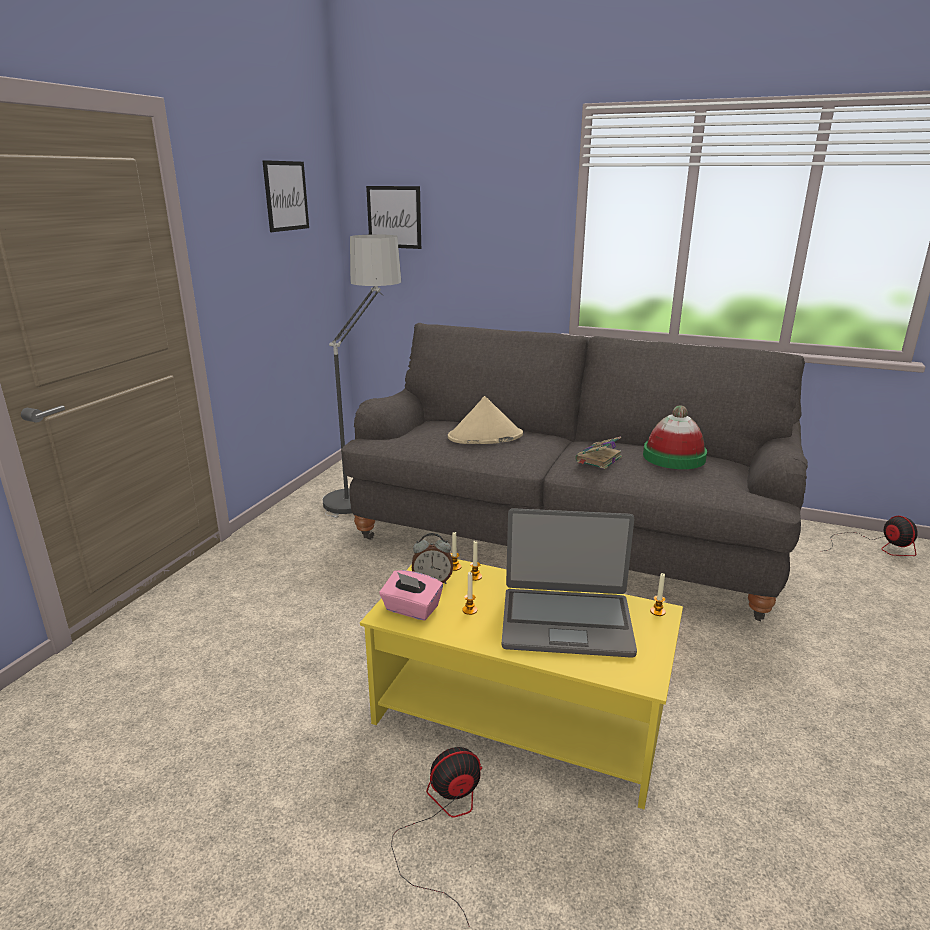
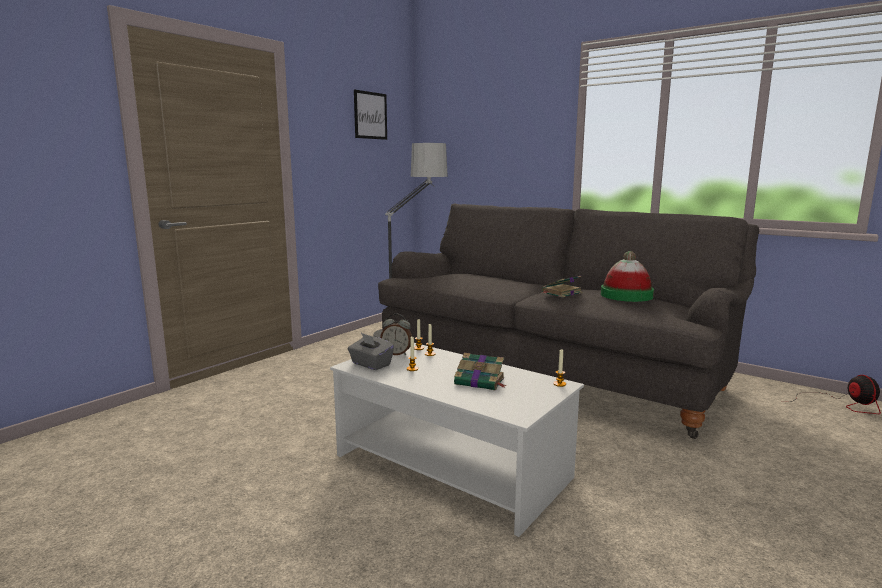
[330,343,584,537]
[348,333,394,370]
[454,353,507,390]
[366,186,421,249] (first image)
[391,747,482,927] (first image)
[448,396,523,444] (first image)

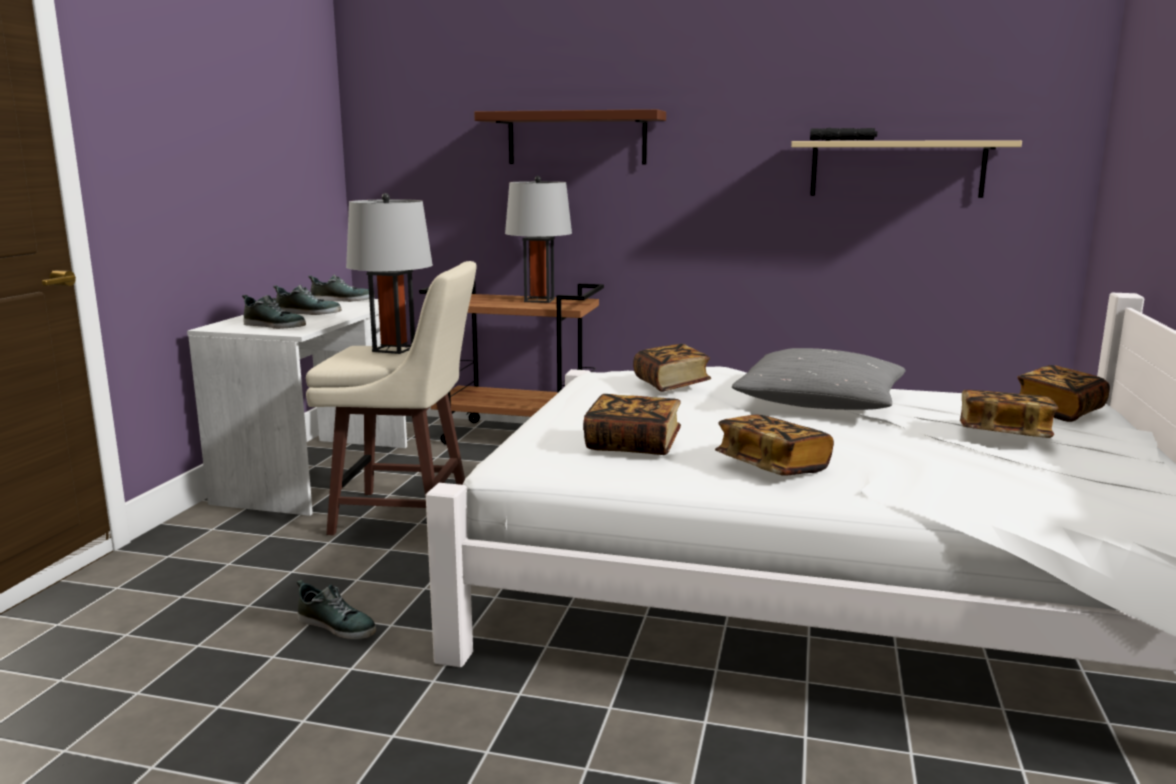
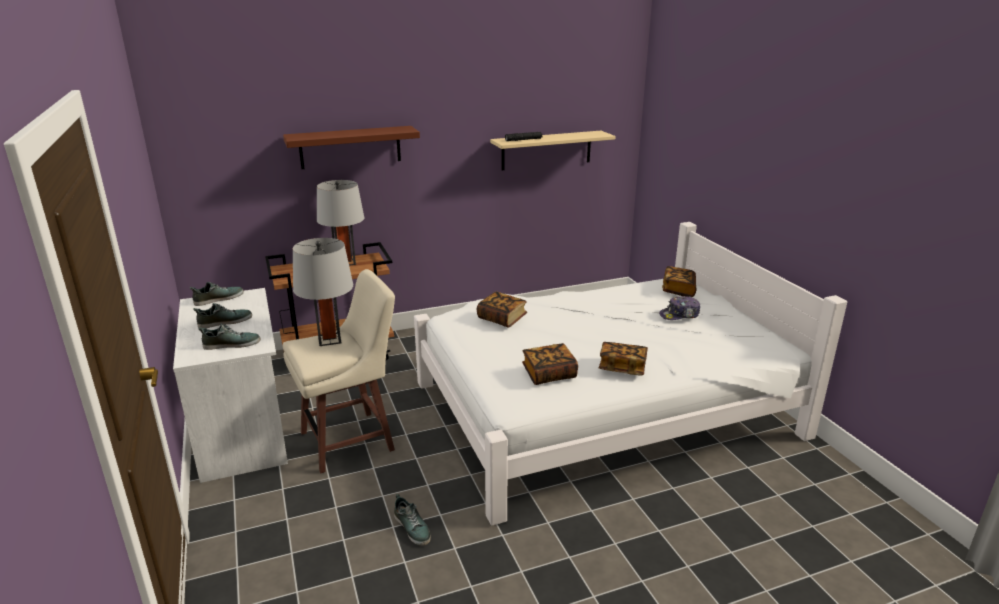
[394,494,431,546]
[659,296,700,320]
[732,348,906,410] (first image)

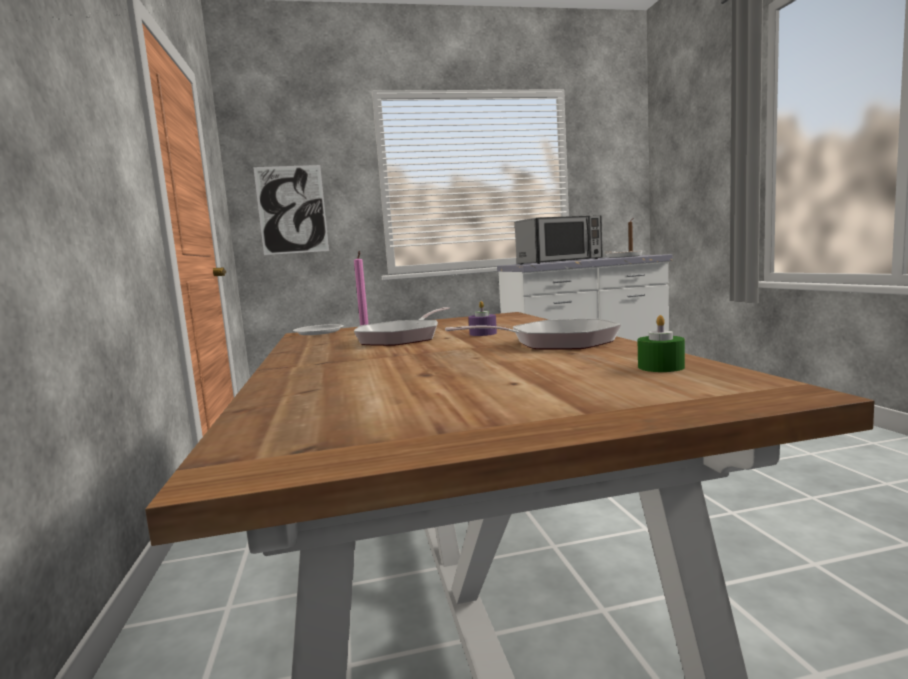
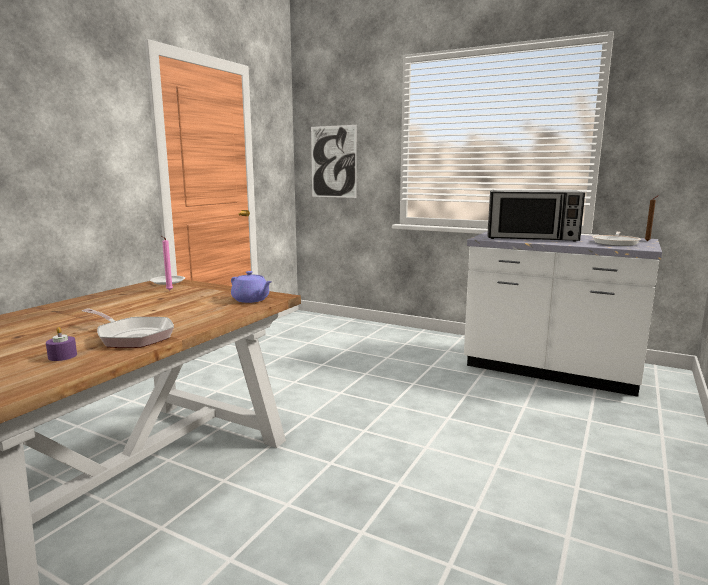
[46,327,77,361]
[231,271,272,303]
[354,307,450,346] (first image)
[637,315,685,372] (first image)

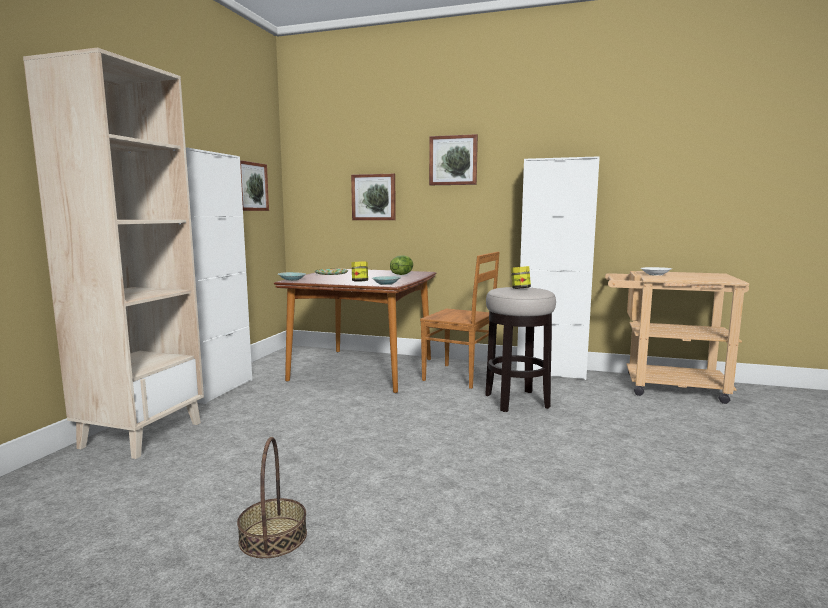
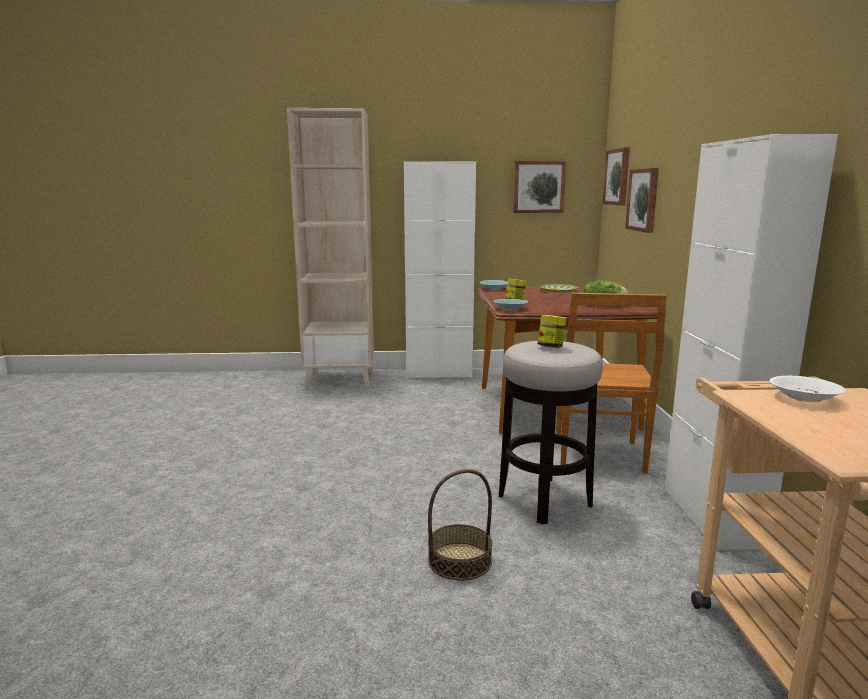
[428,469,493,581]
[602,147,630,206]

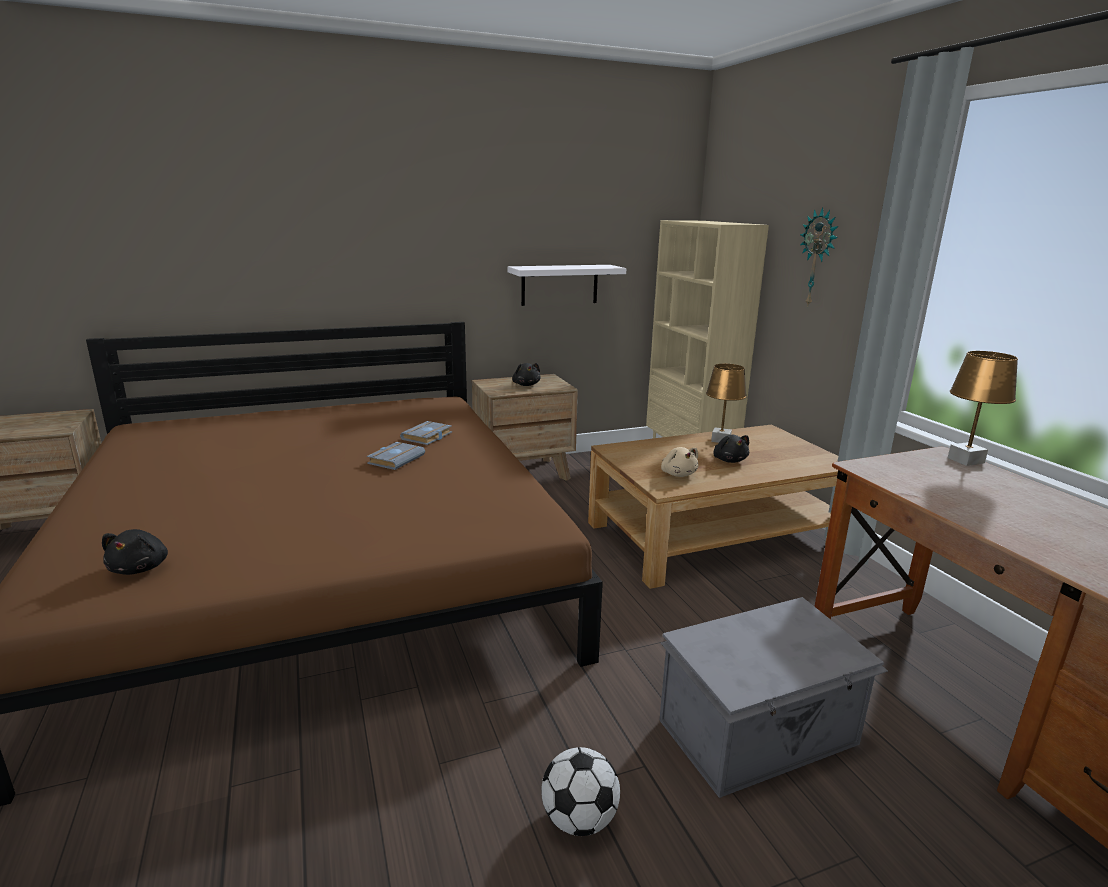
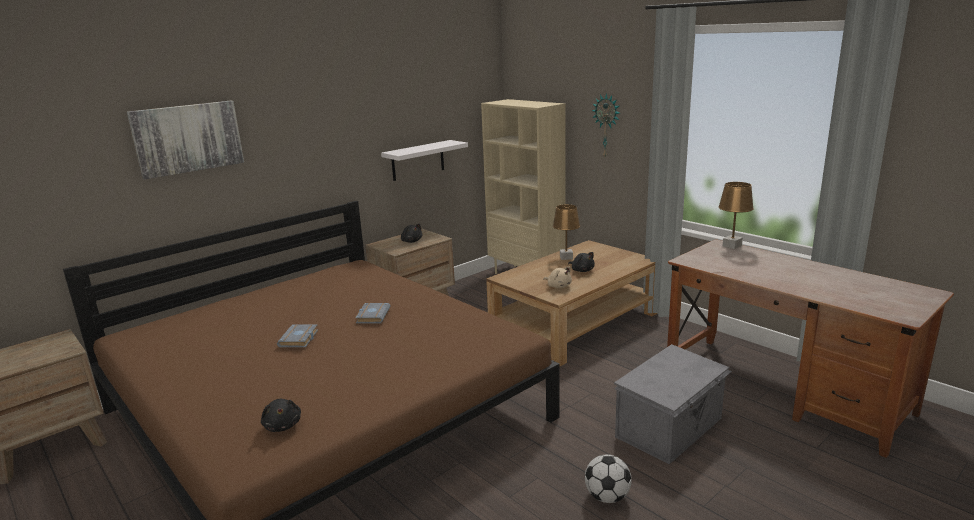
[127,101,244,180]
[277,324,318,348]

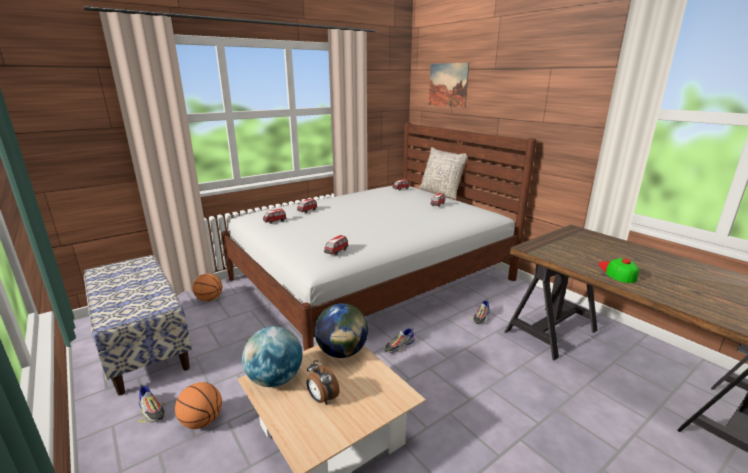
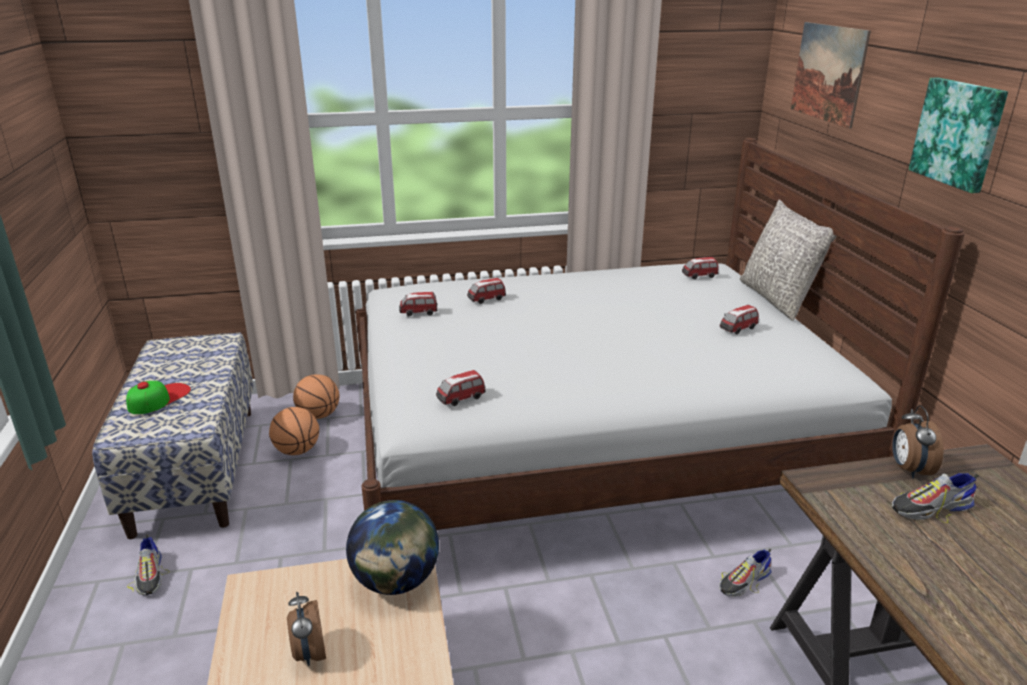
[126,381,191,414]
[269,407,319,455]
[892,405,944,478]
[892,473,979,523]
[909,78,1008,193]
[242,326,302,387] (first image)

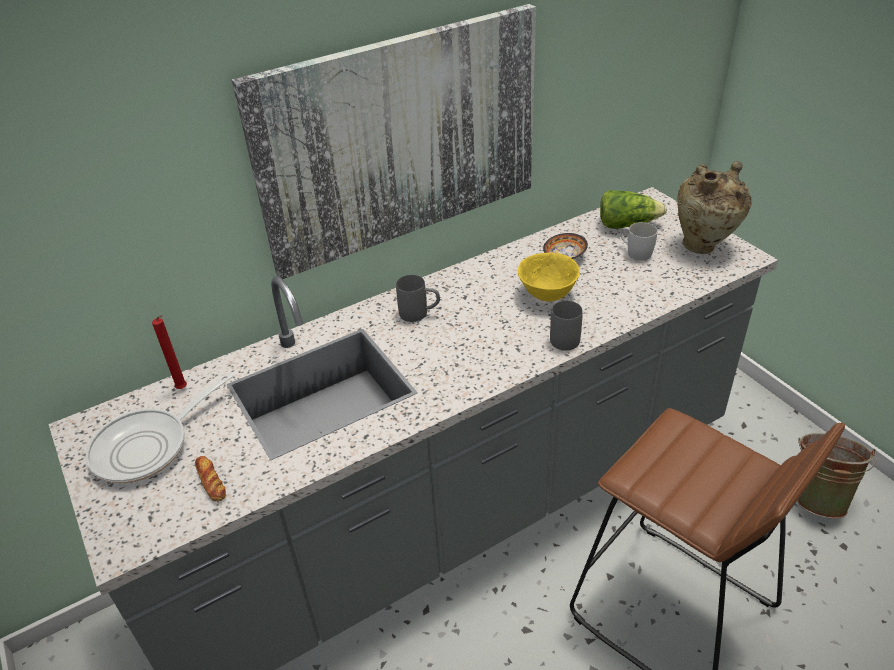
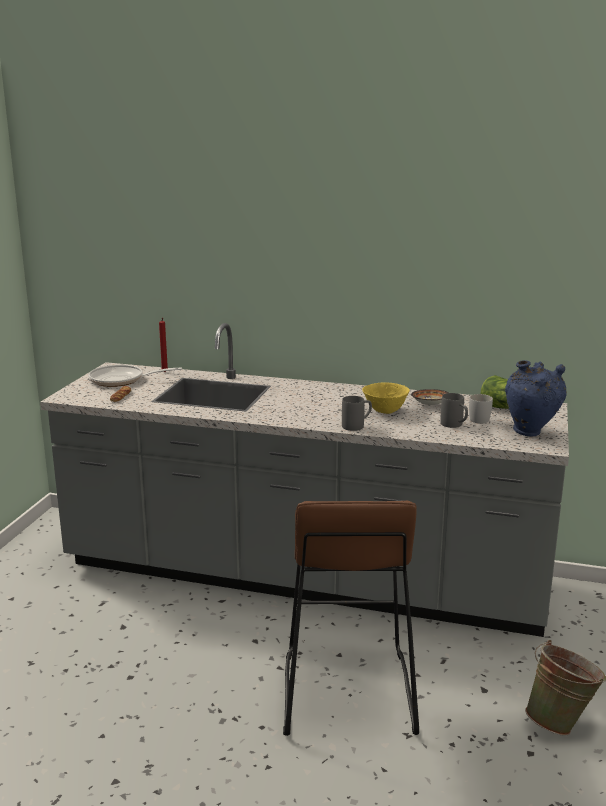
[440,393,468,428]
[505,360,567,437]
[232,4,536,279] (first image)

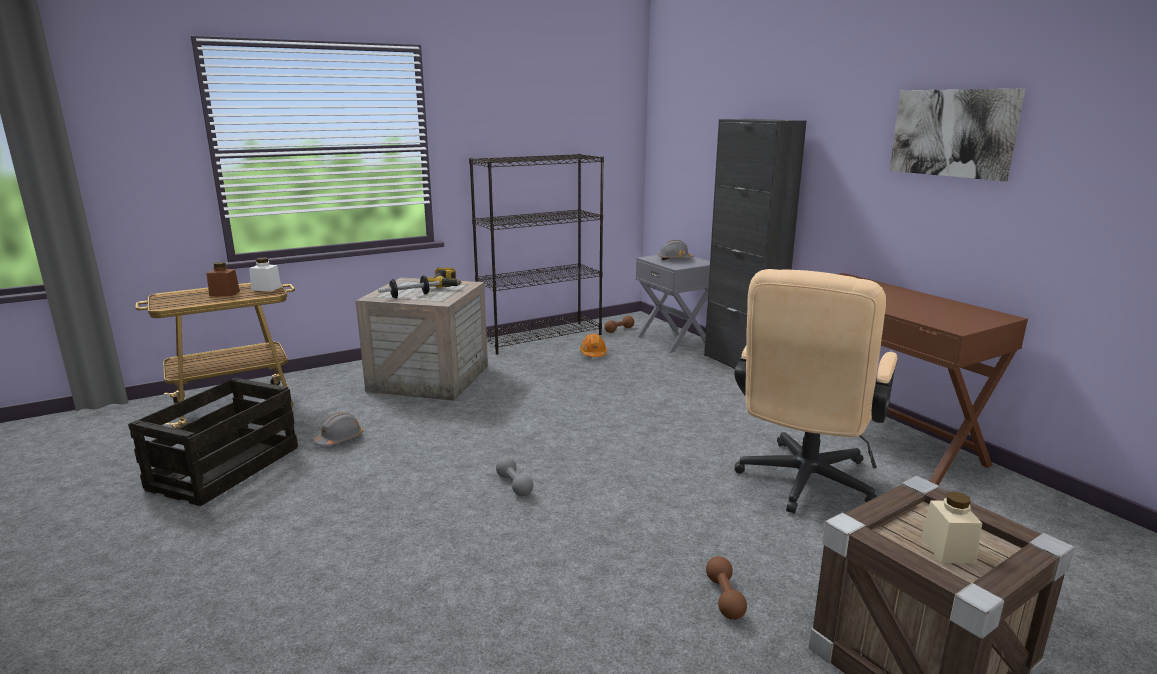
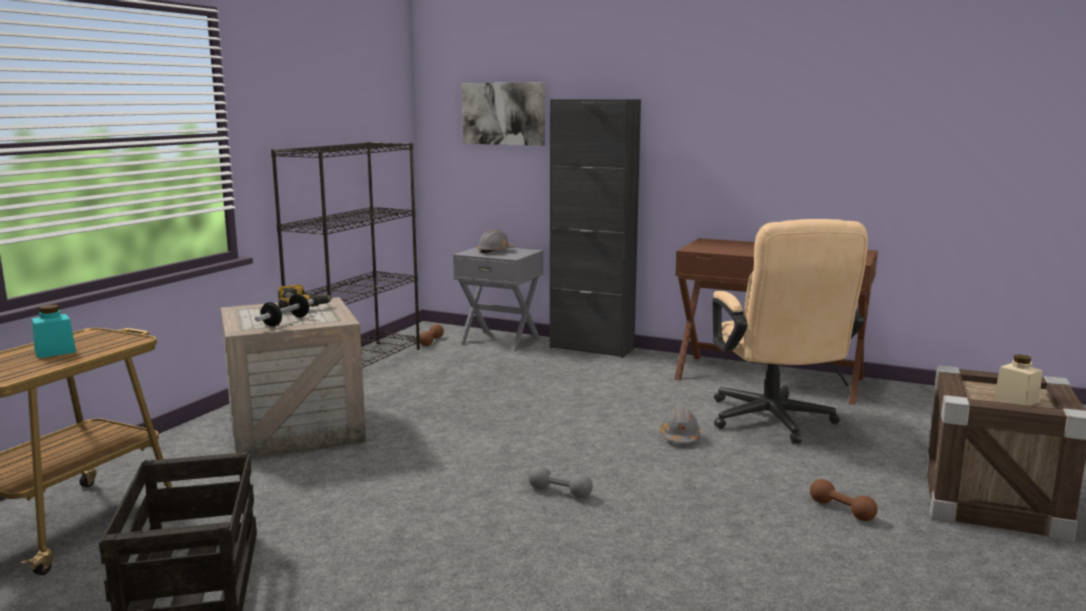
[32,305,76,358]
[462,83,545,146]
[660,407,701,443]
[249,257,281,292] (first image)
[580,333,607,357] (first image)

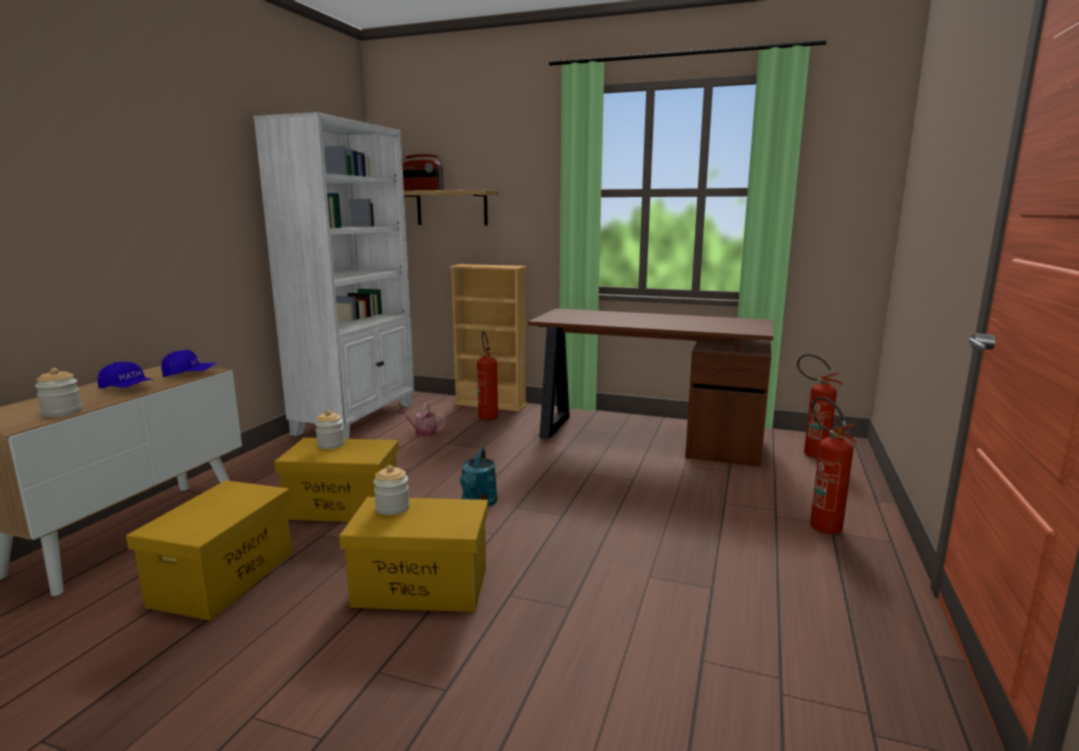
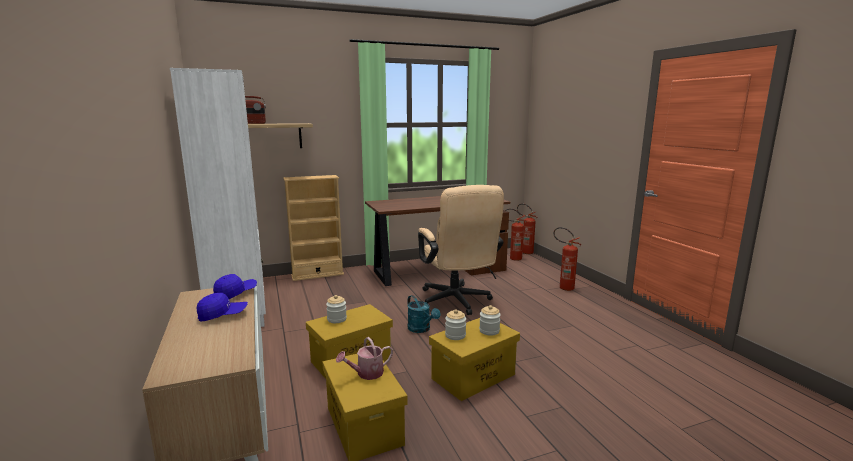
[336,337,393,380]
[418,185,504,315]
[479,305,501,336]
[517,204,538,254]

